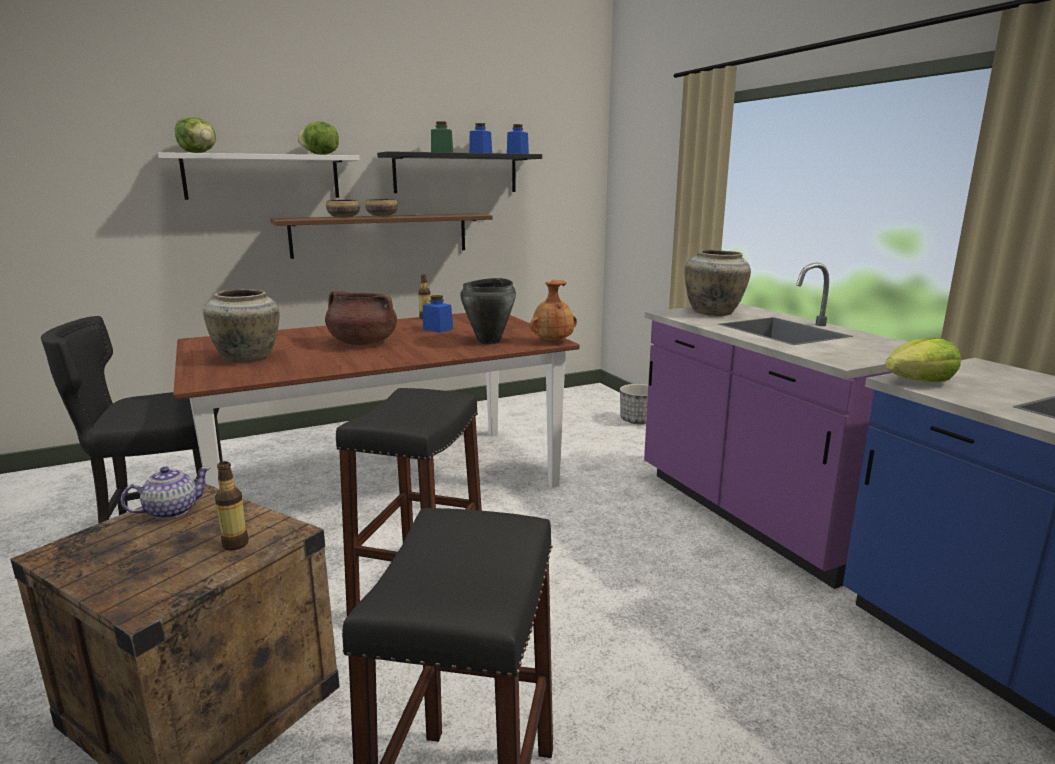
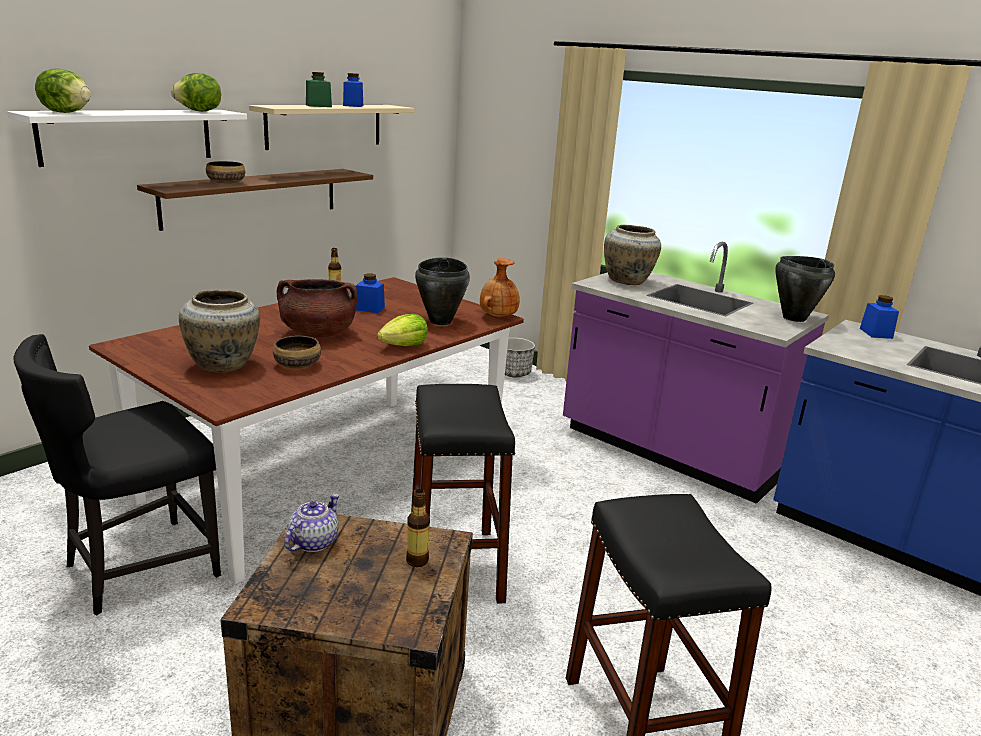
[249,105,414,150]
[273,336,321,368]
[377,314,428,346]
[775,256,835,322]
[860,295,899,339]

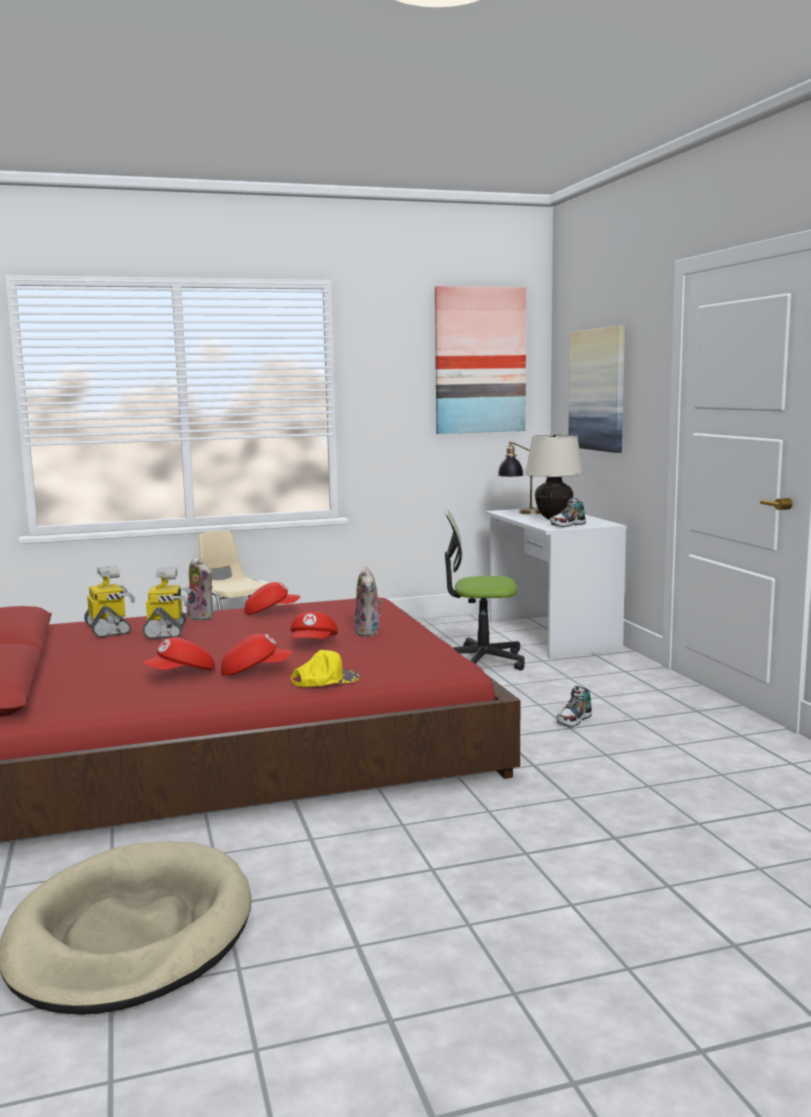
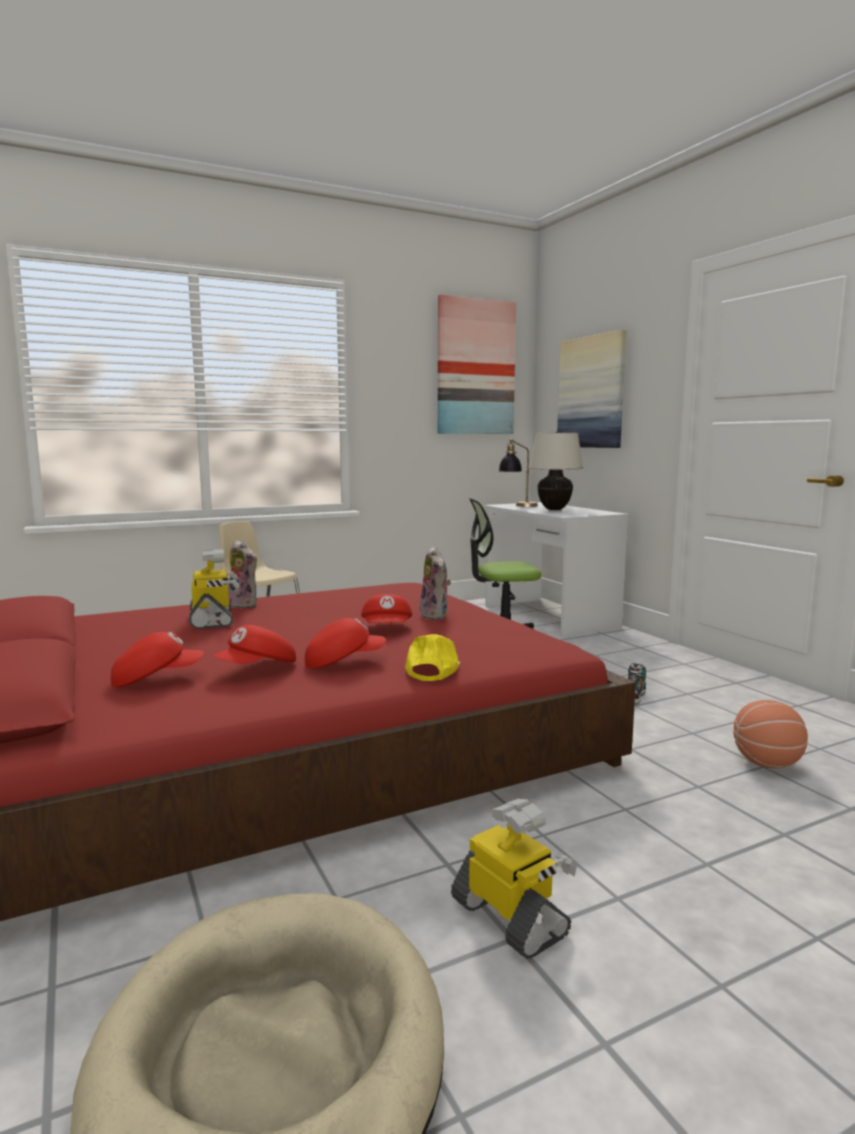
[111,632,204,687]
[405,634,460,681]
[451,799,577,959]
[733,700,808,769]
[550,497,586,527] (first image)

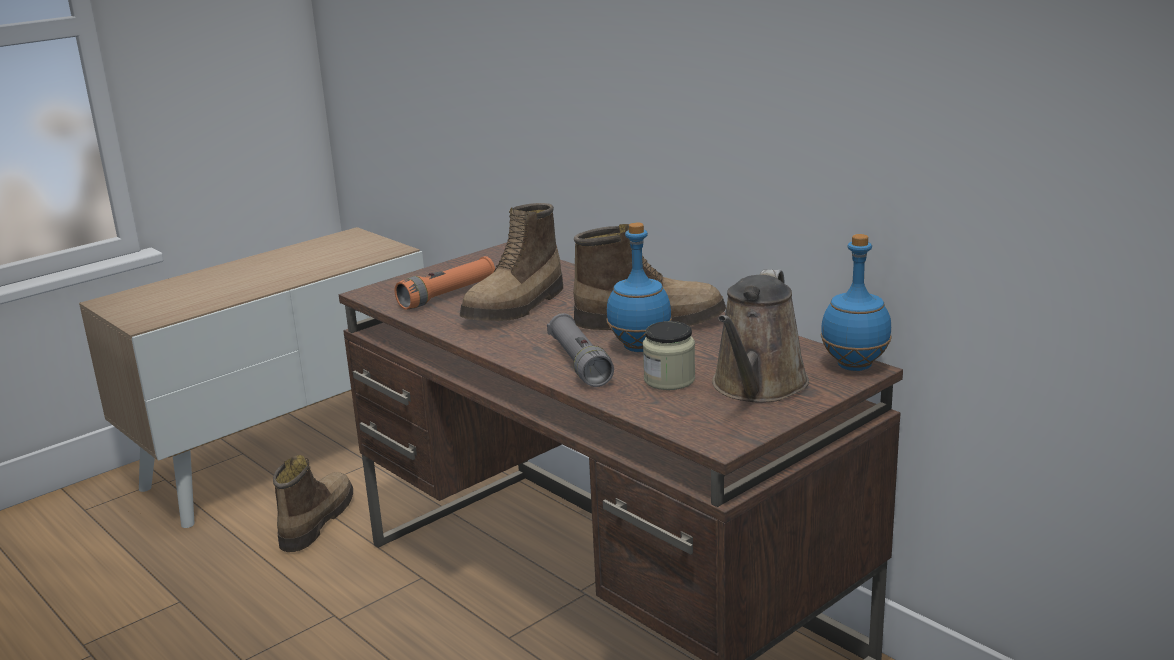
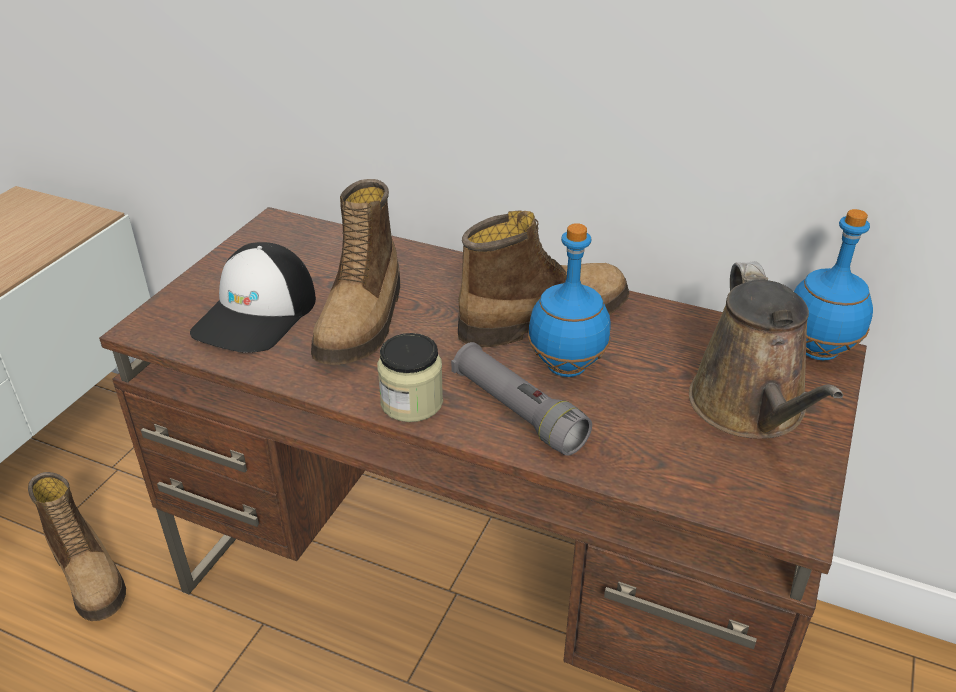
[28,472,126,621]
[190,242,316,353]
[377,333,443,422]

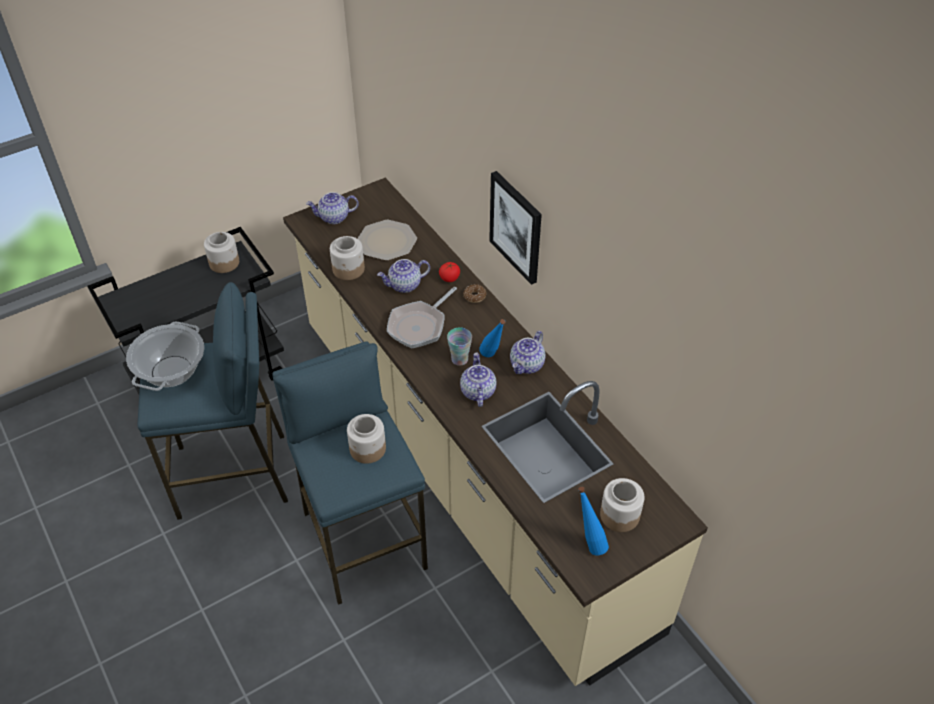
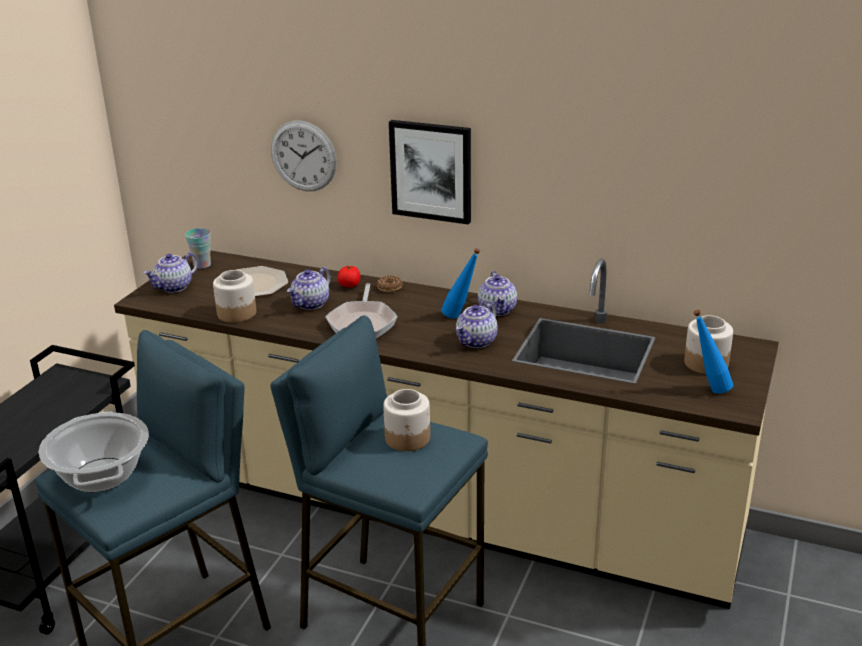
[185,228,211,269]
[271,121,337,191]
[456,302,498,348]
[204,232,239,273] (first image)

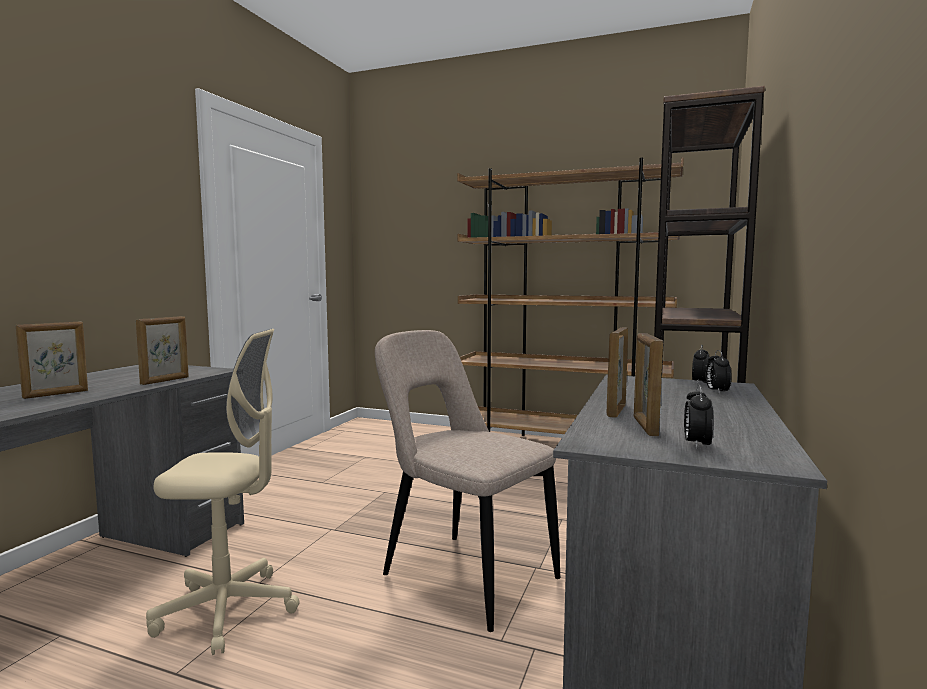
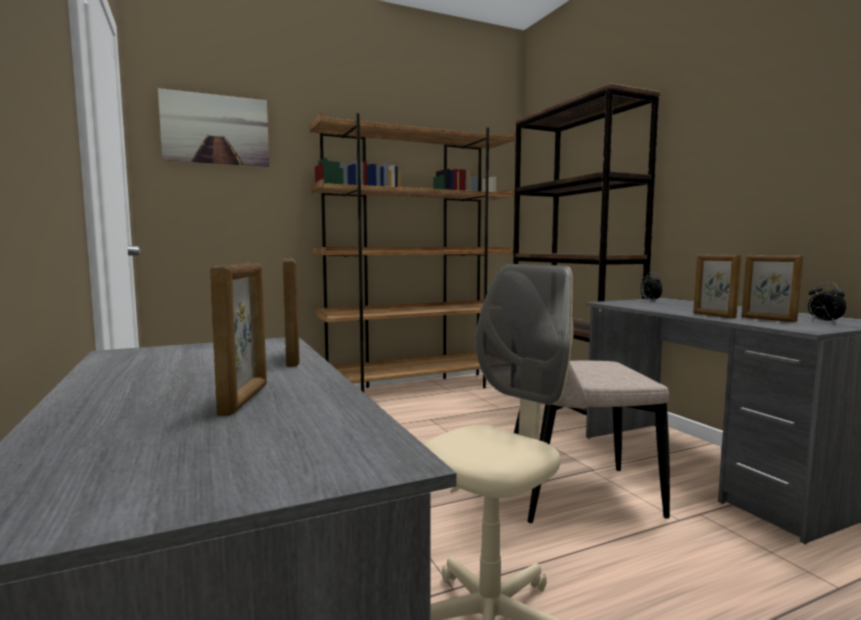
[158,88,269,167]
[706,350,732,394] (first image)

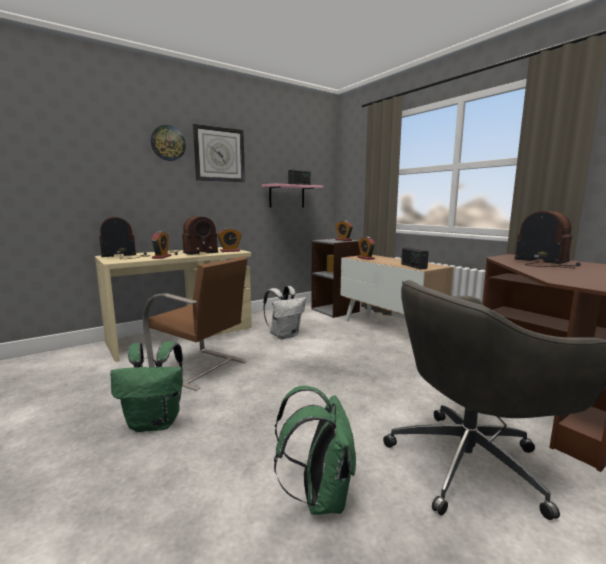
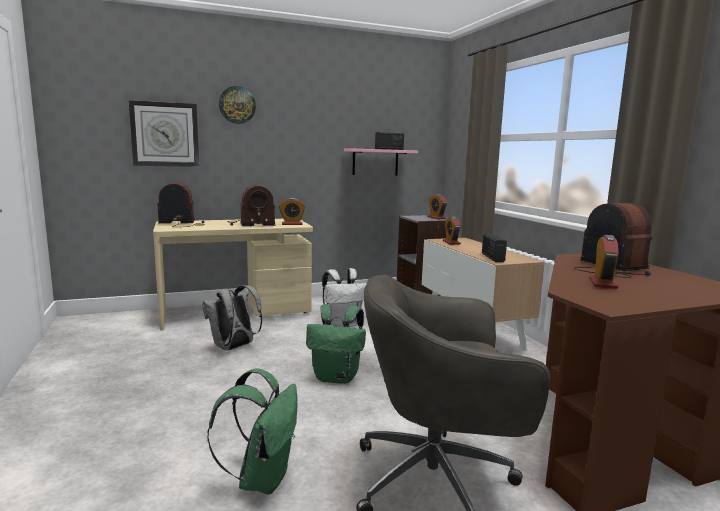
[129,100,199,167]
[202,285,262,351]
[306,304,366,384]
[589,235,619,289]

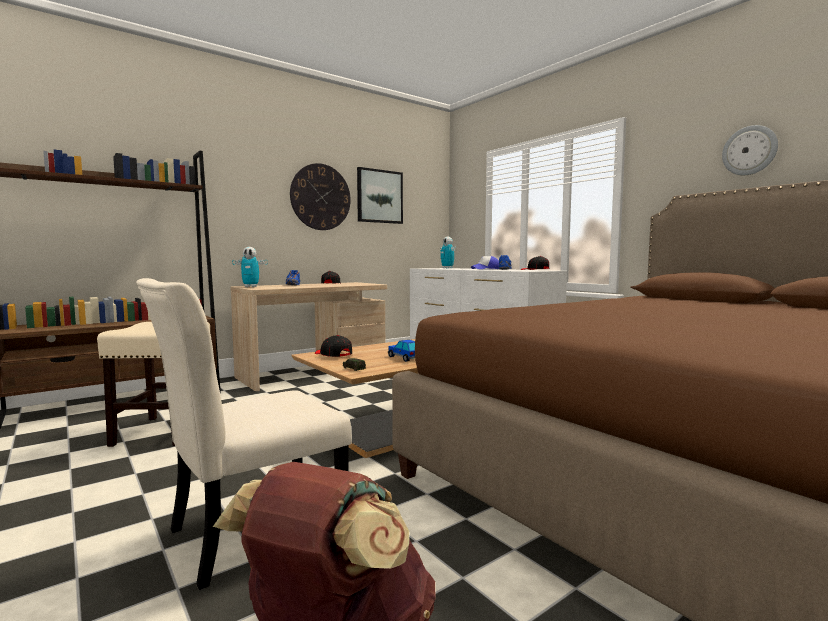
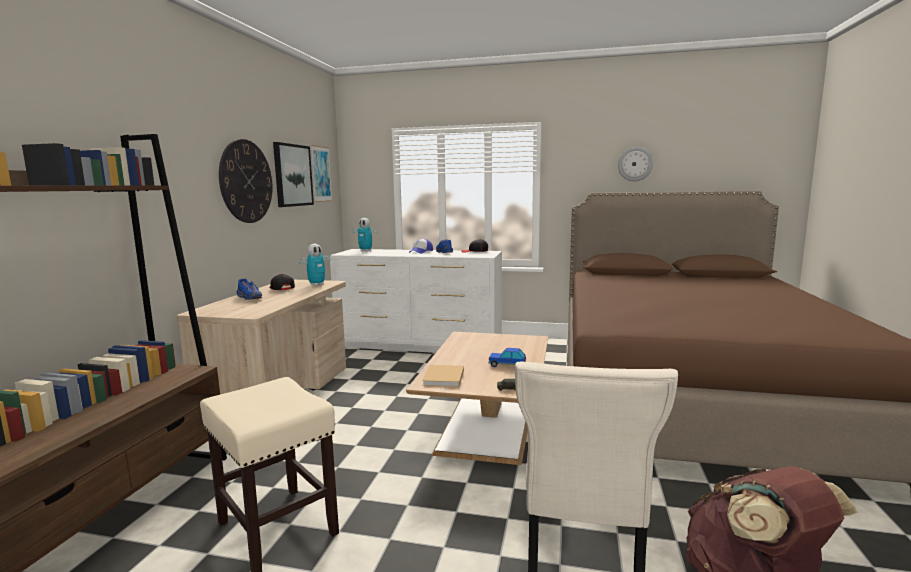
[298,244,331,286]
[311,145,333,202]
[422,365,464,387]

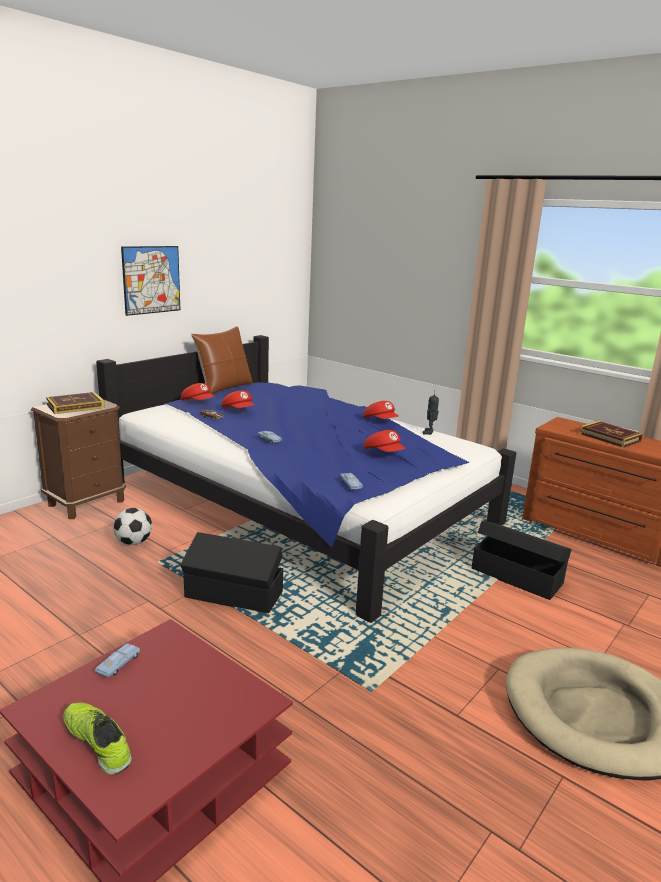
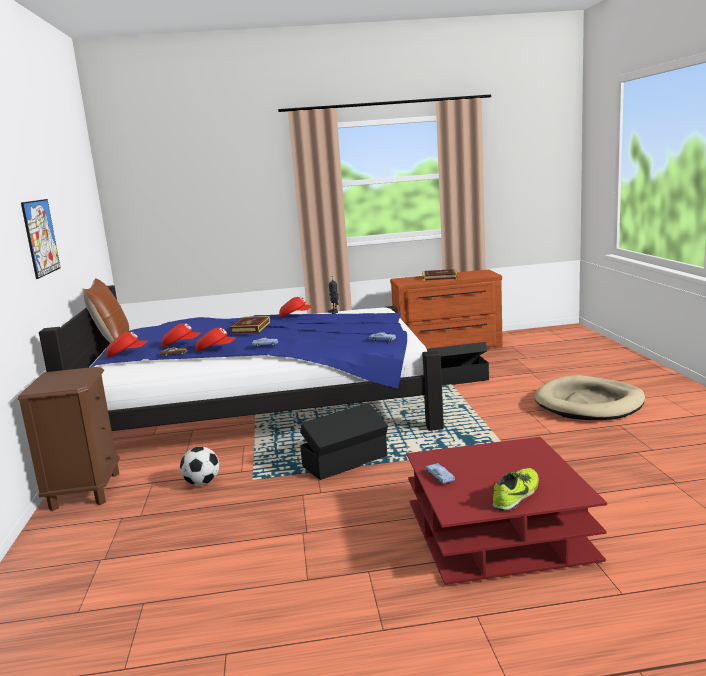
[196,328,236,352]
[230,316,270,334]
[493,468,539,511]

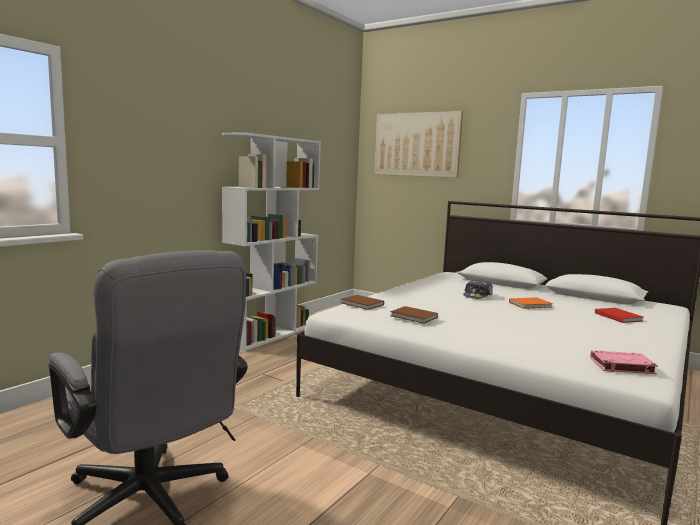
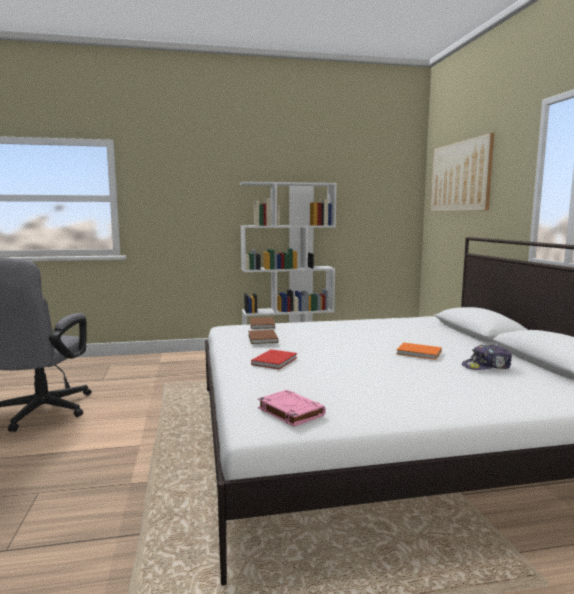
[251,349,297,369]
[462,345,512,370]

